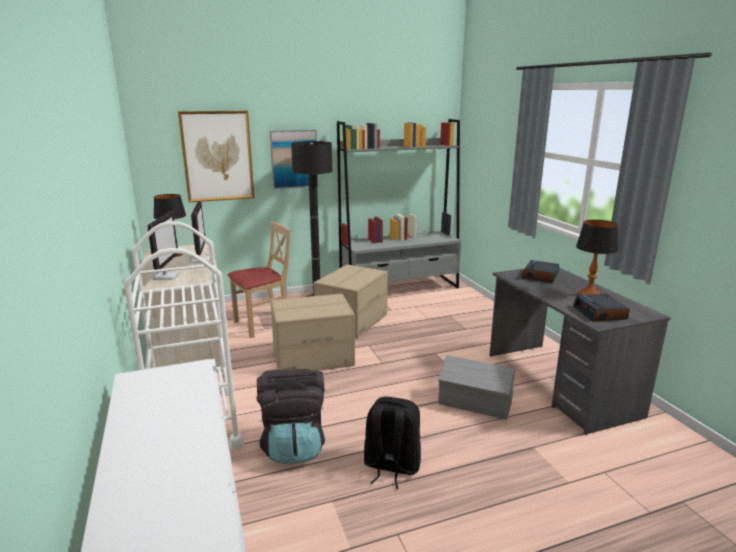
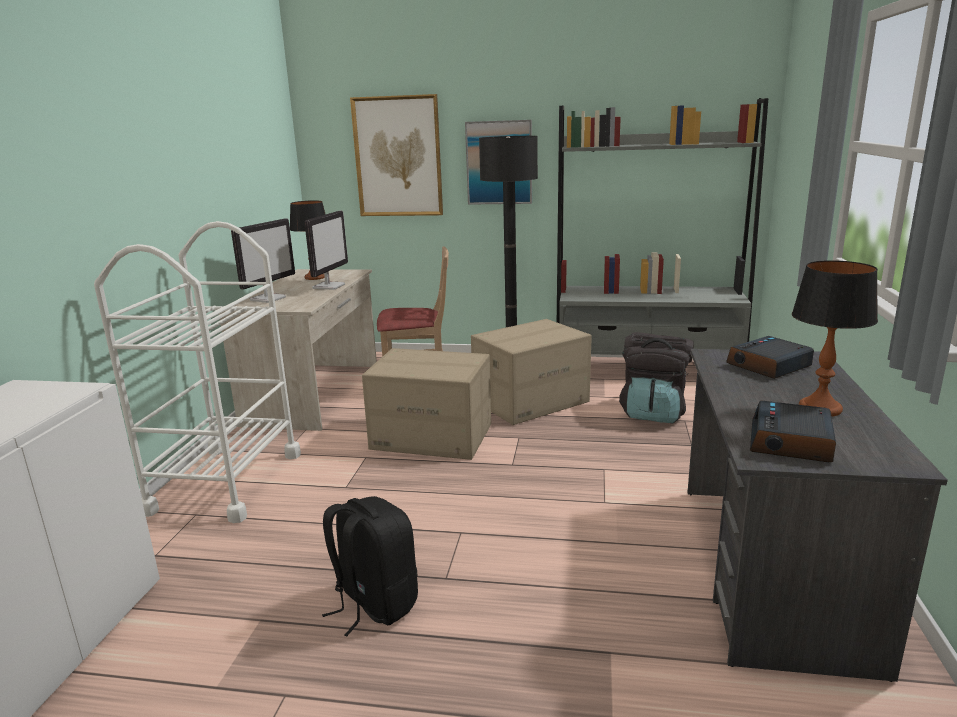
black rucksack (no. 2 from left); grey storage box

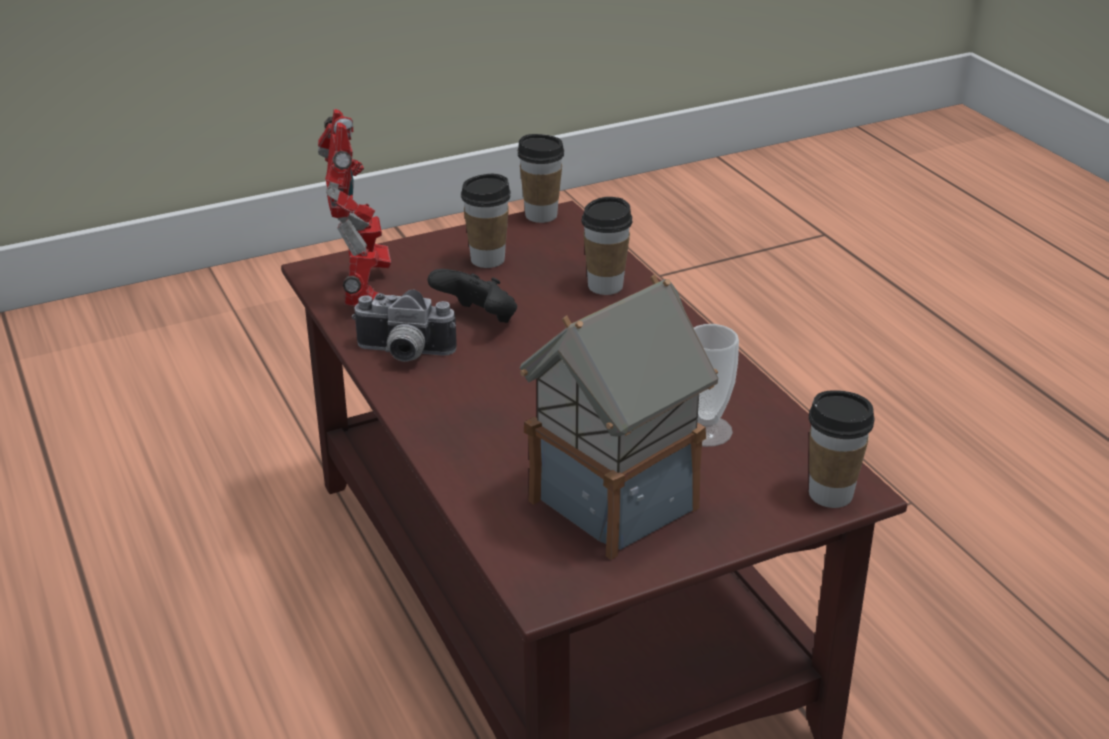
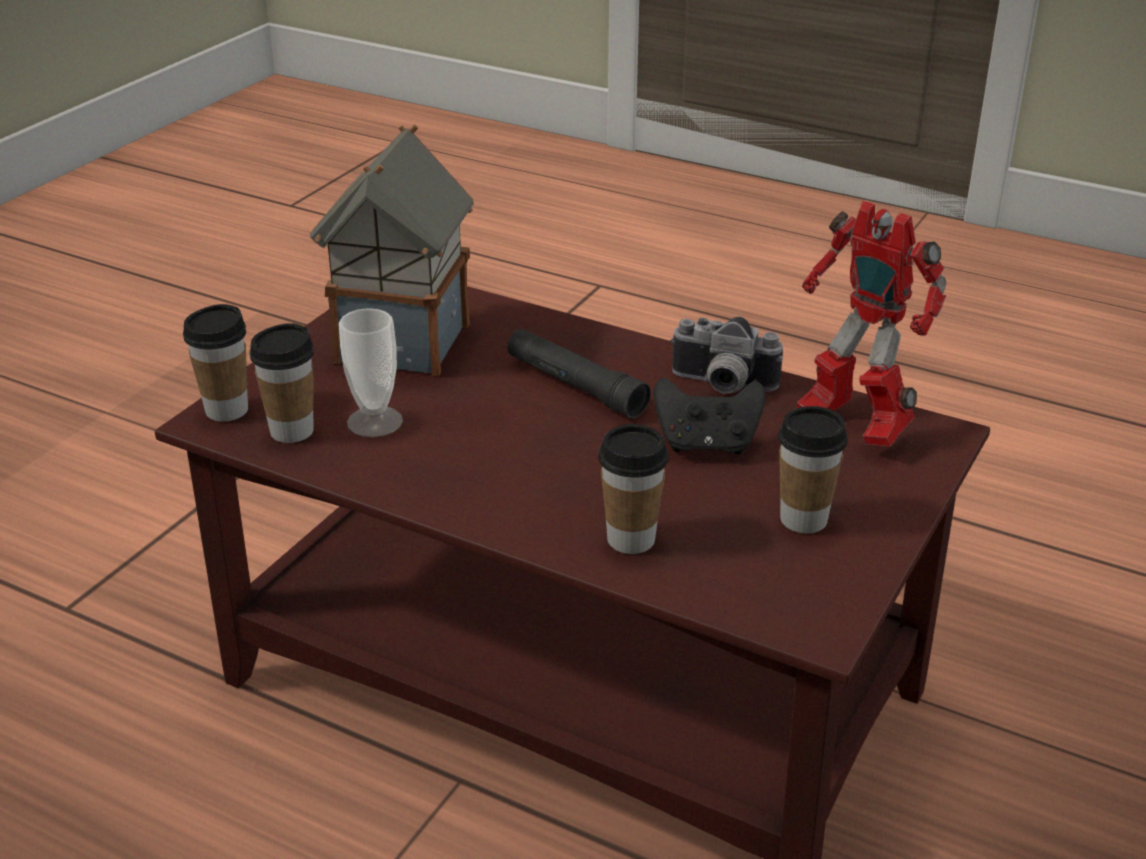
small cup (no. 2 from left); black torch; photo camera

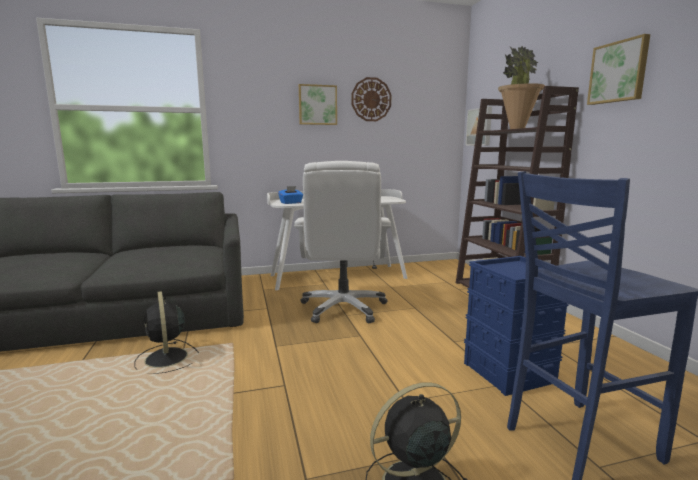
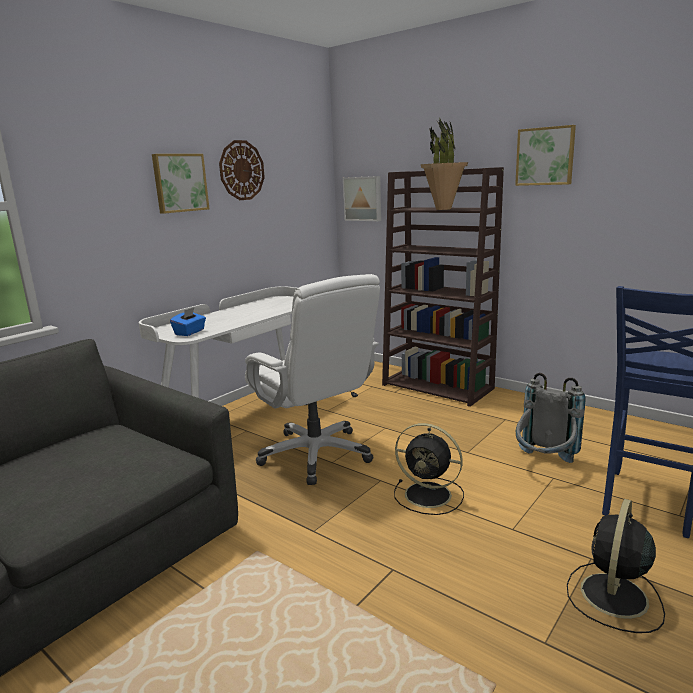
black electric fan (no. 1 from left); grey rucksack

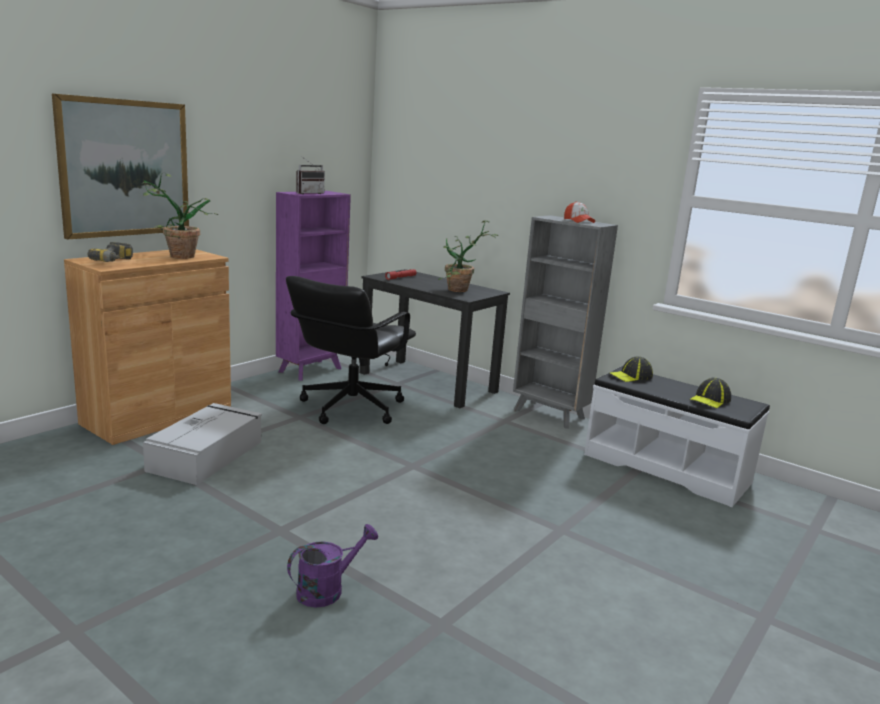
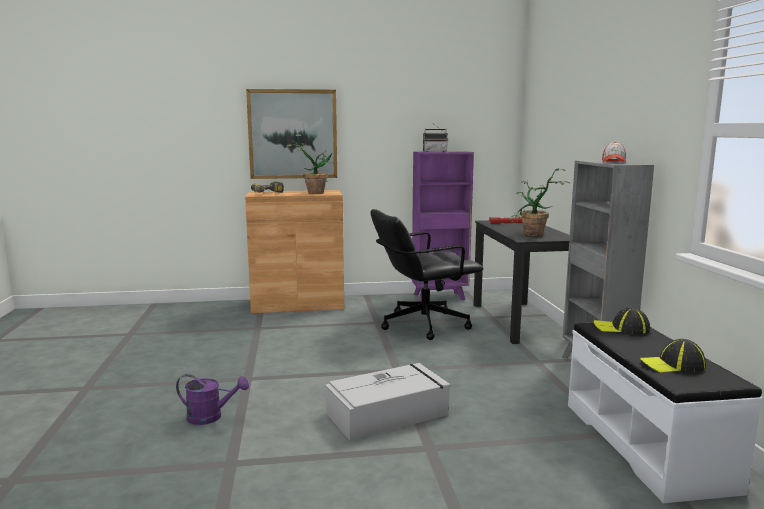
grey storage box

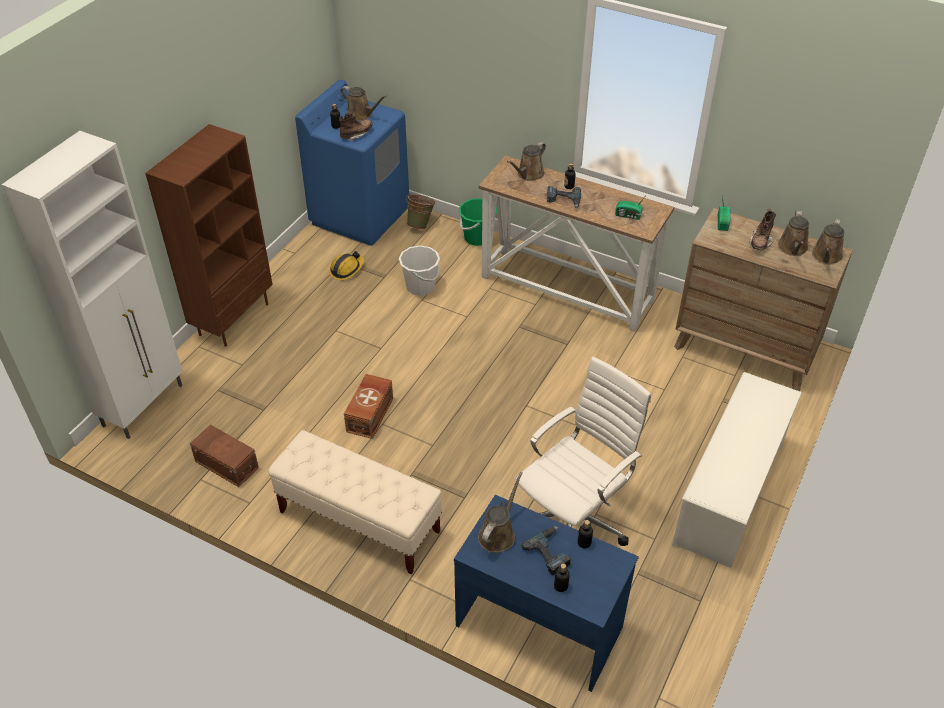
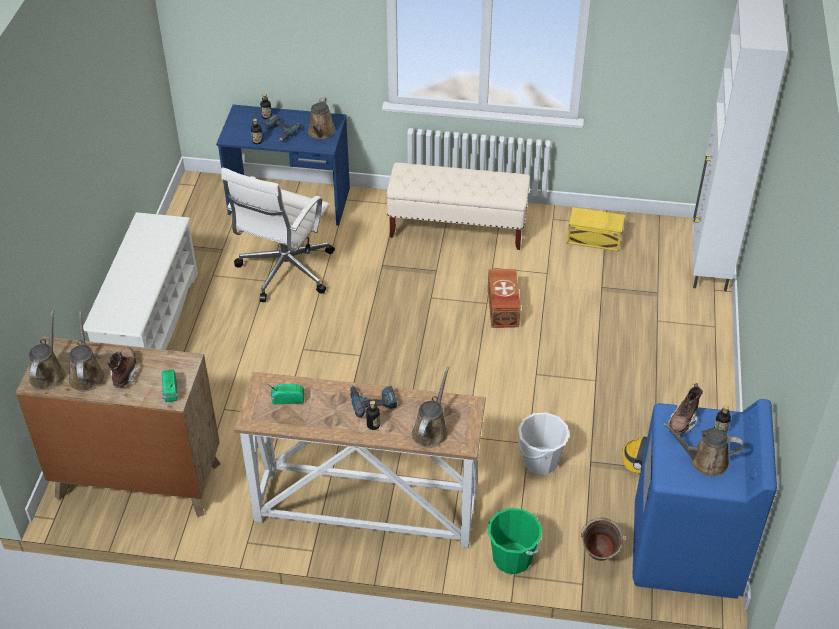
yellow storage box; brown shelving unit

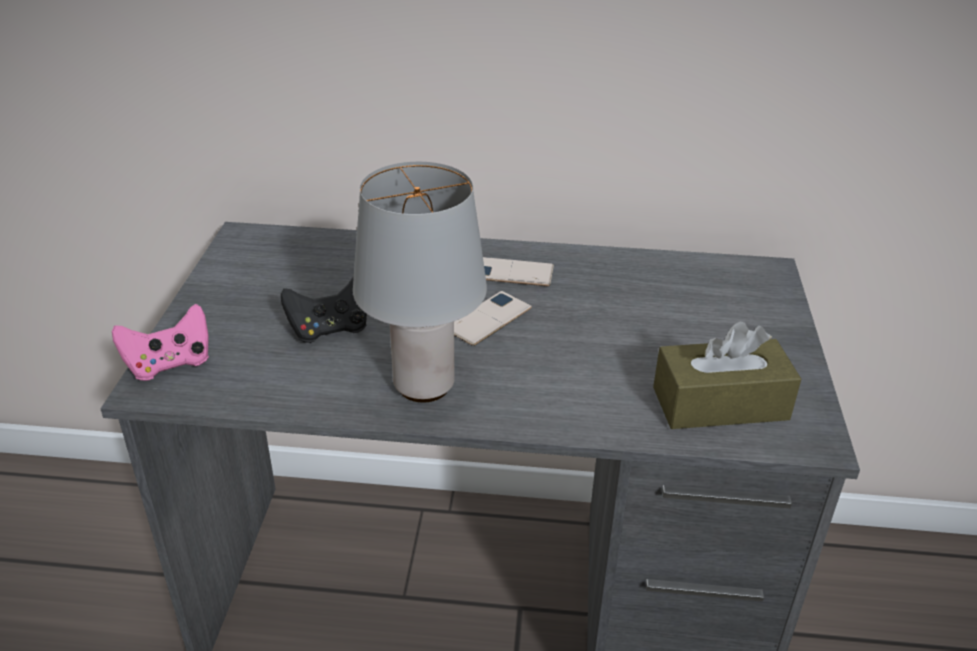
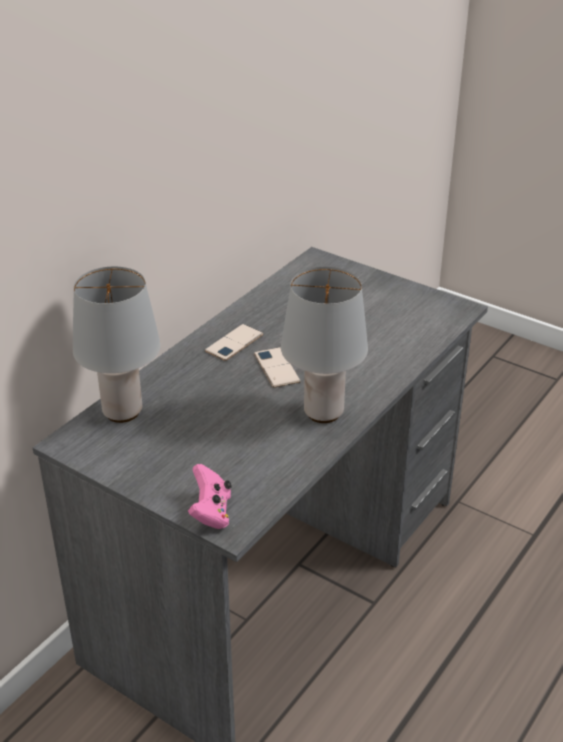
grey table lamp (no. 1 from left); black joypad; brown box of tissues

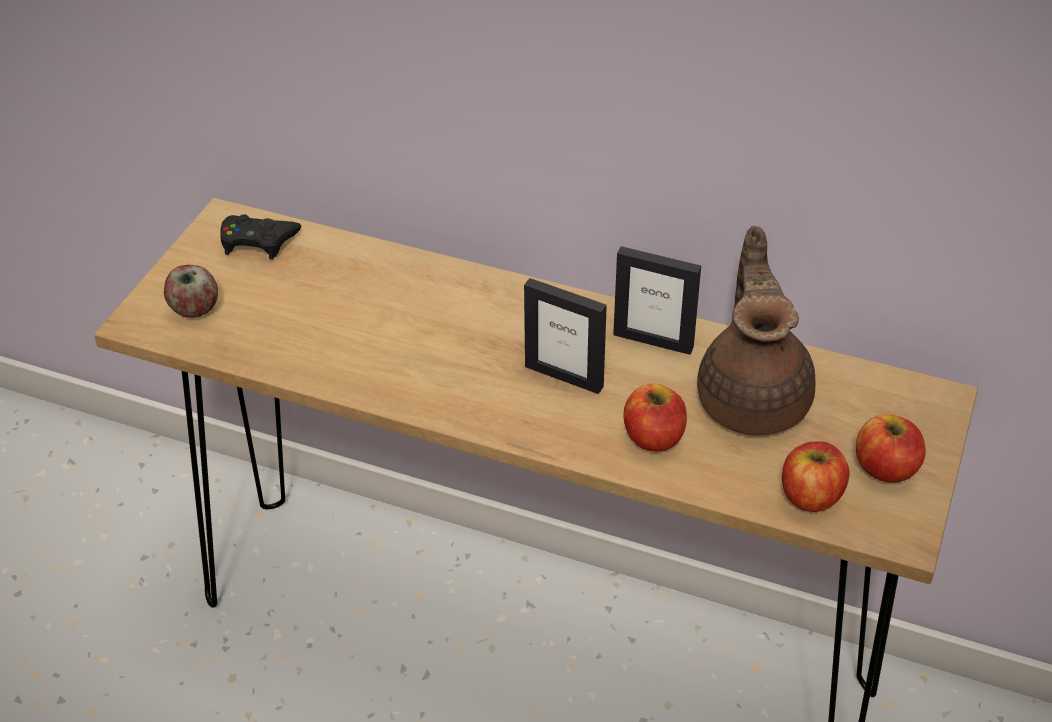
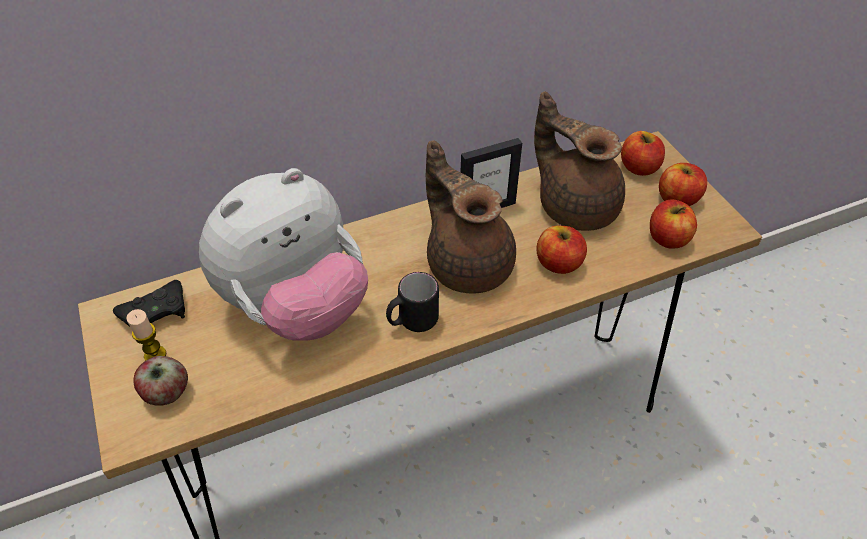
wax light; plush toy; black coffee mug; brown teapot (no. 1 from left); apple (no. 3 from left)

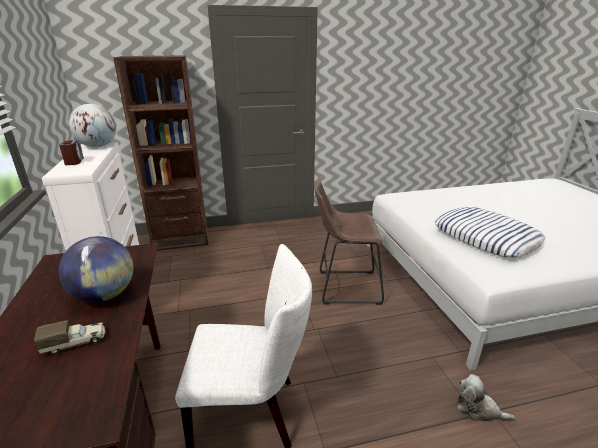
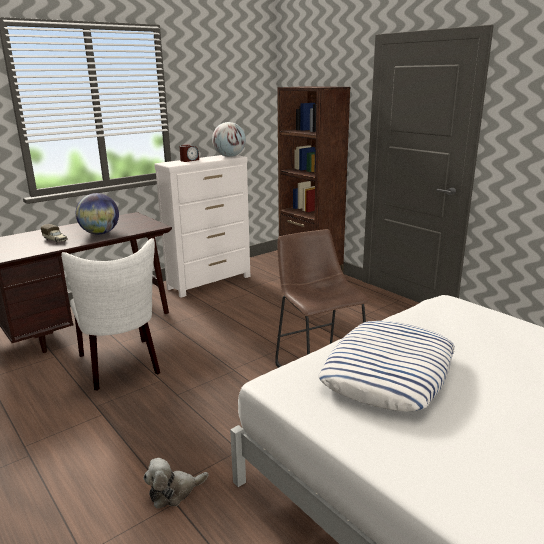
plush toy

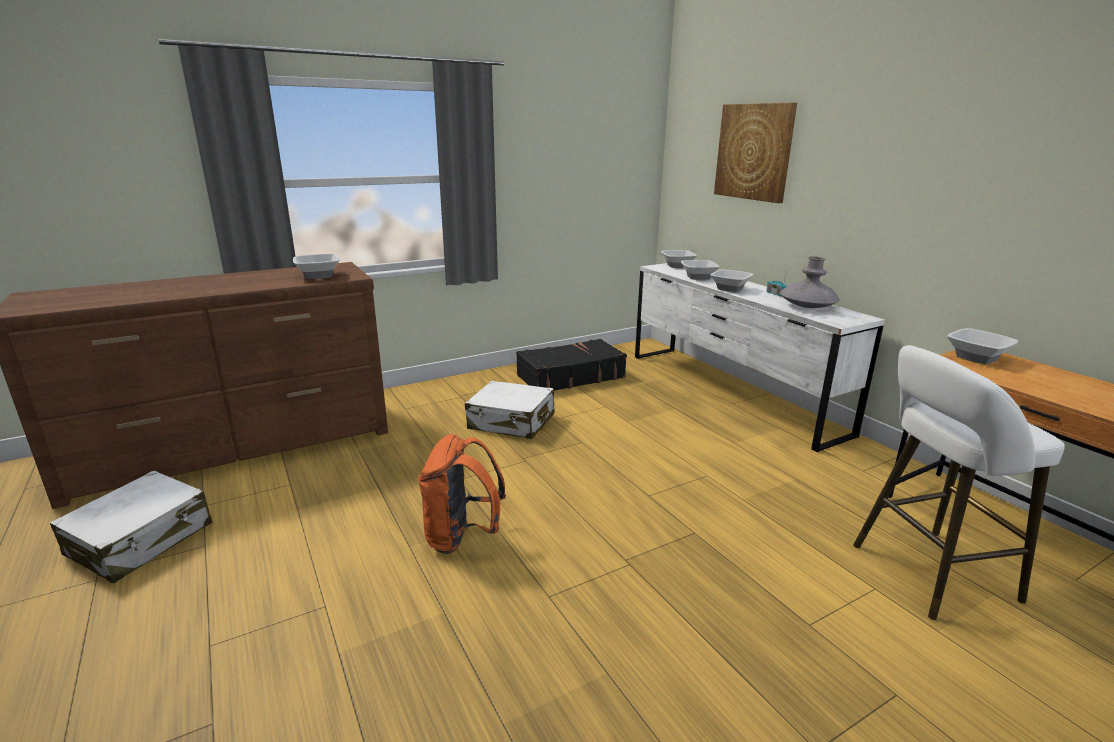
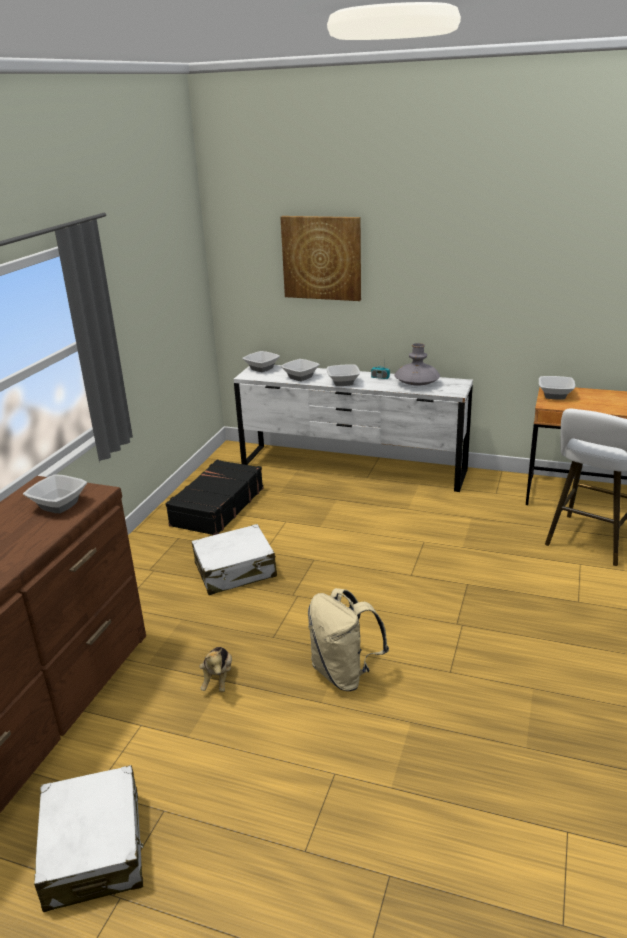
plush toy; sand-coloured rucksack

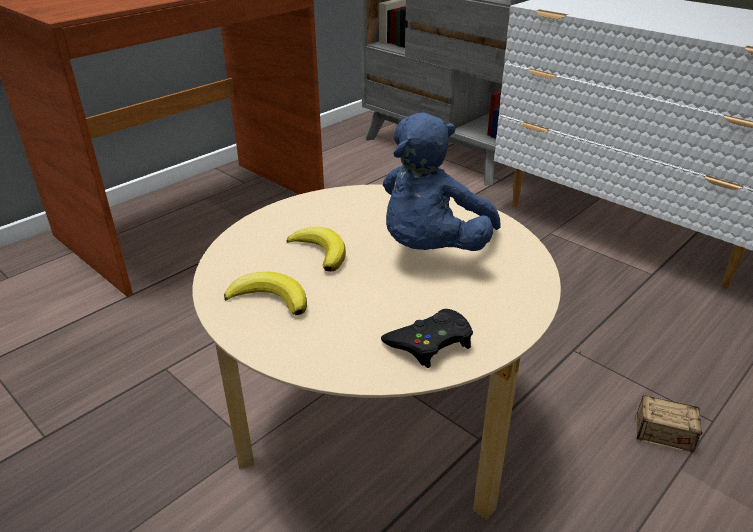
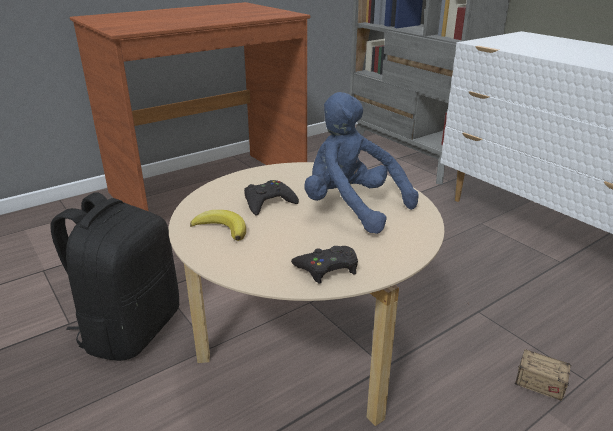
black rucksack; black joypad (no. 1 from left); blue plush toy

